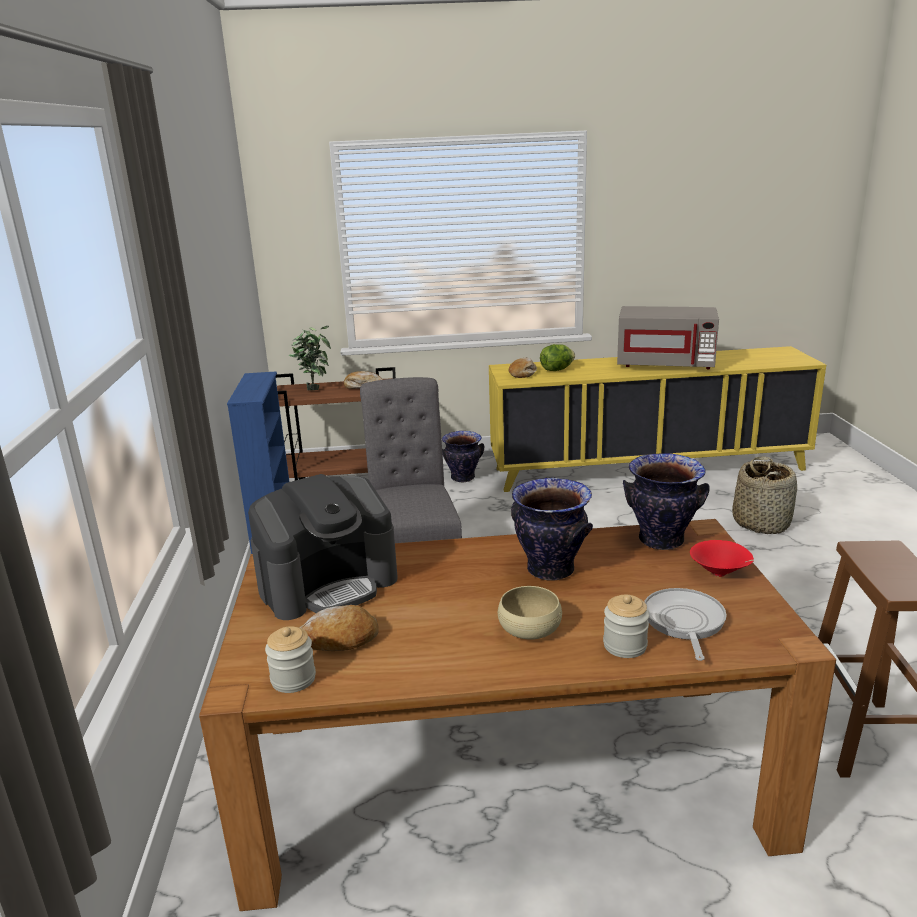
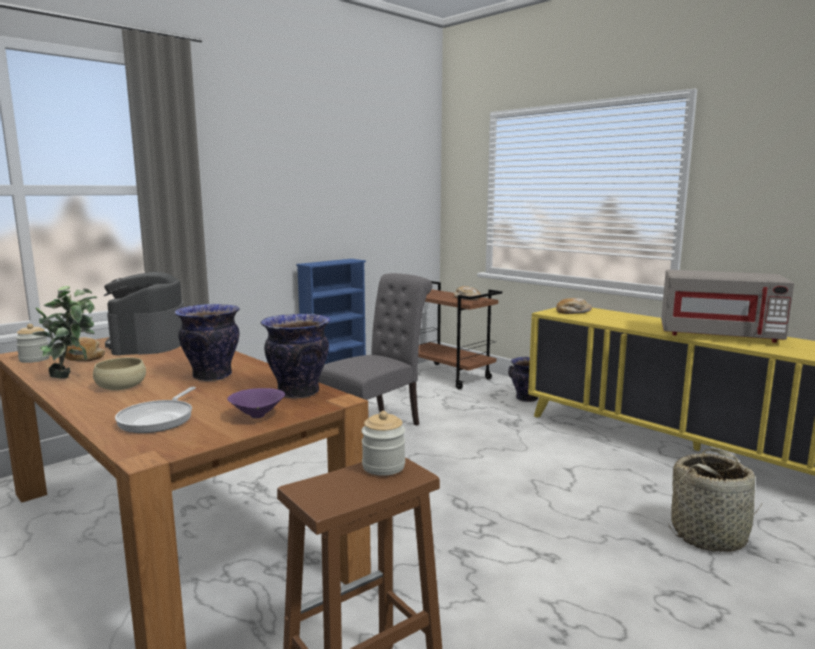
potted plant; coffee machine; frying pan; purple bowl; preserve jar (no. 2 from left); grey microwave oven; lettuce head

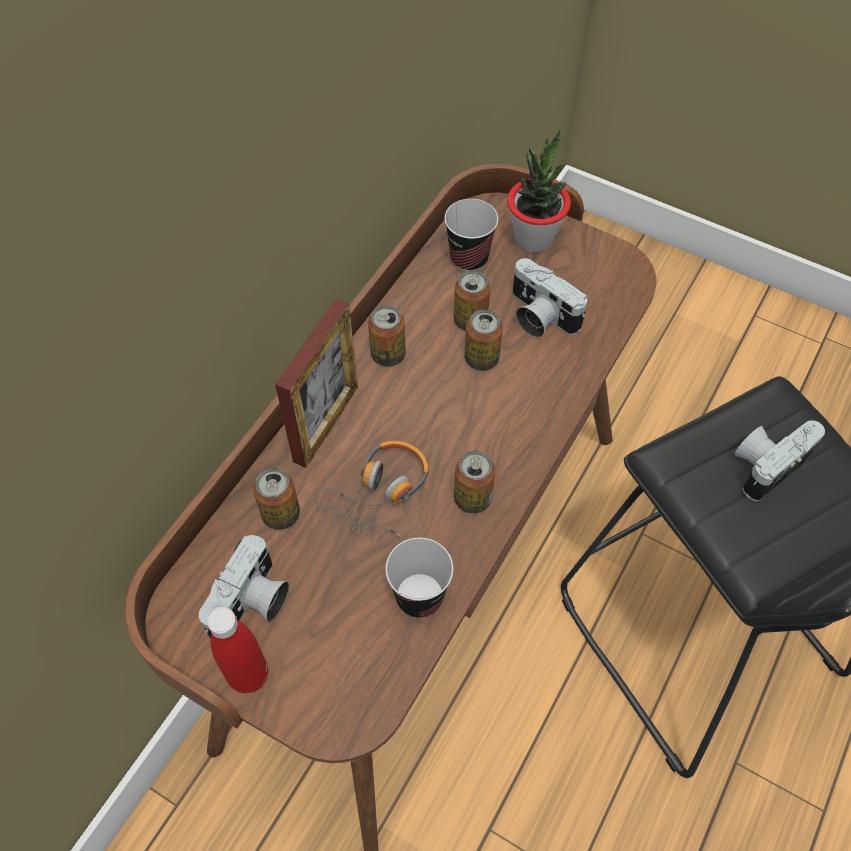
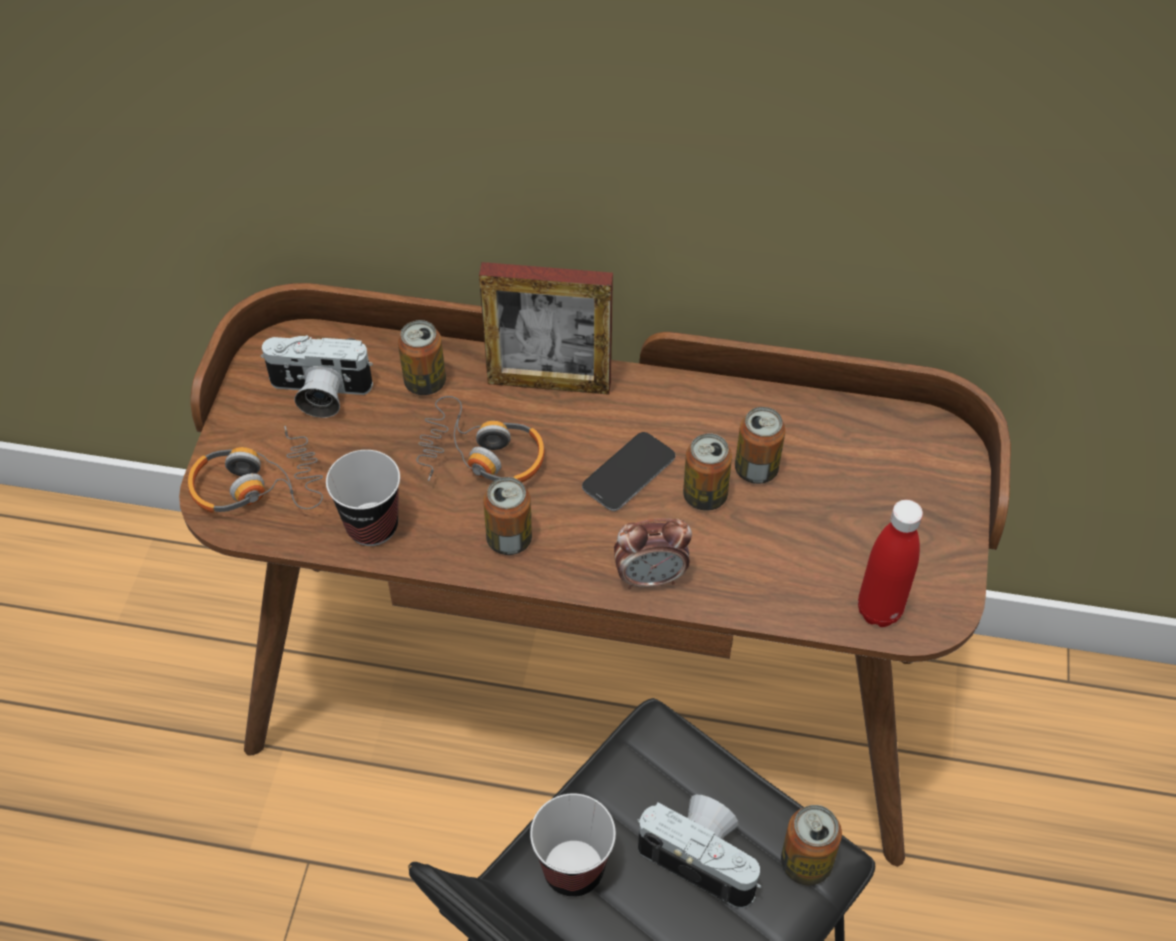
headphones (no. 1 from left); small cup (no. 2 from left); handset; table clock; sealed can (no. 5 from left); red-coloured drink bottle; potted plant; photo camera (no. 2 from left in the first image)

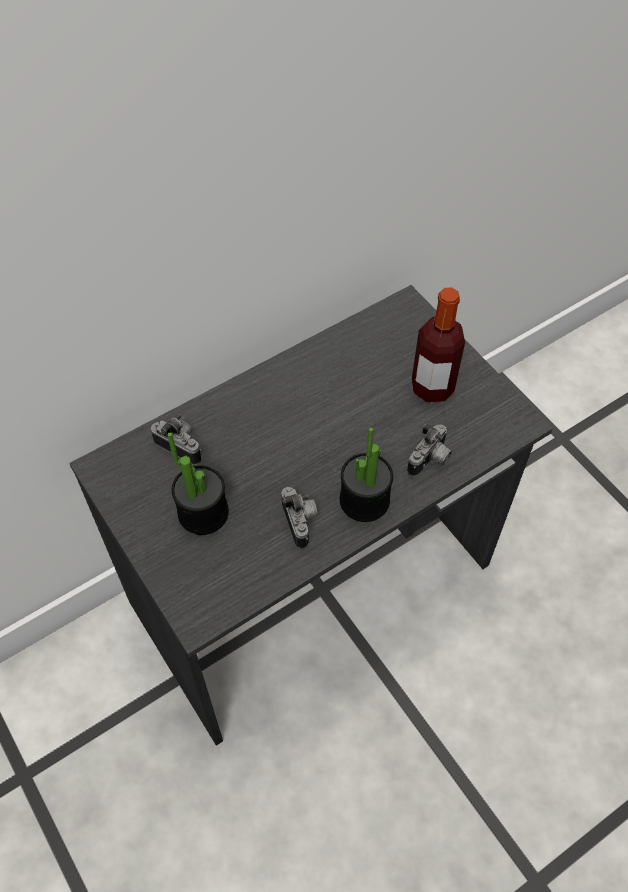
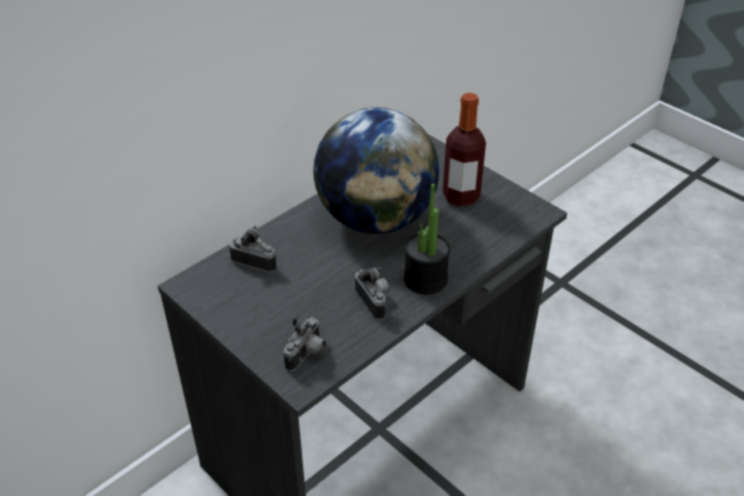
photo camera (no. 2 from left); desk globe; potted plant (no. 1 from left in the first image)

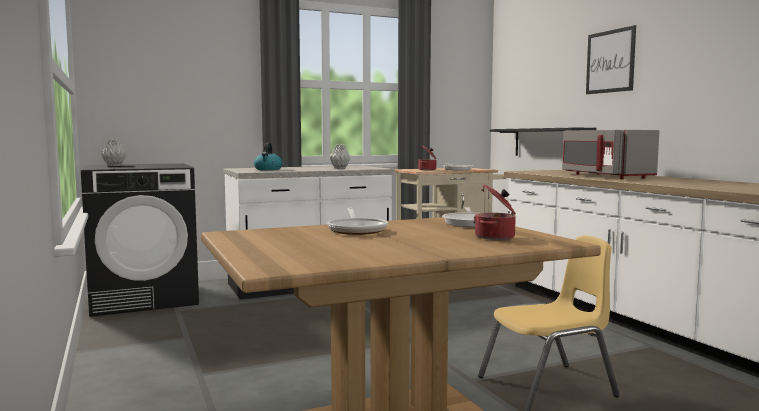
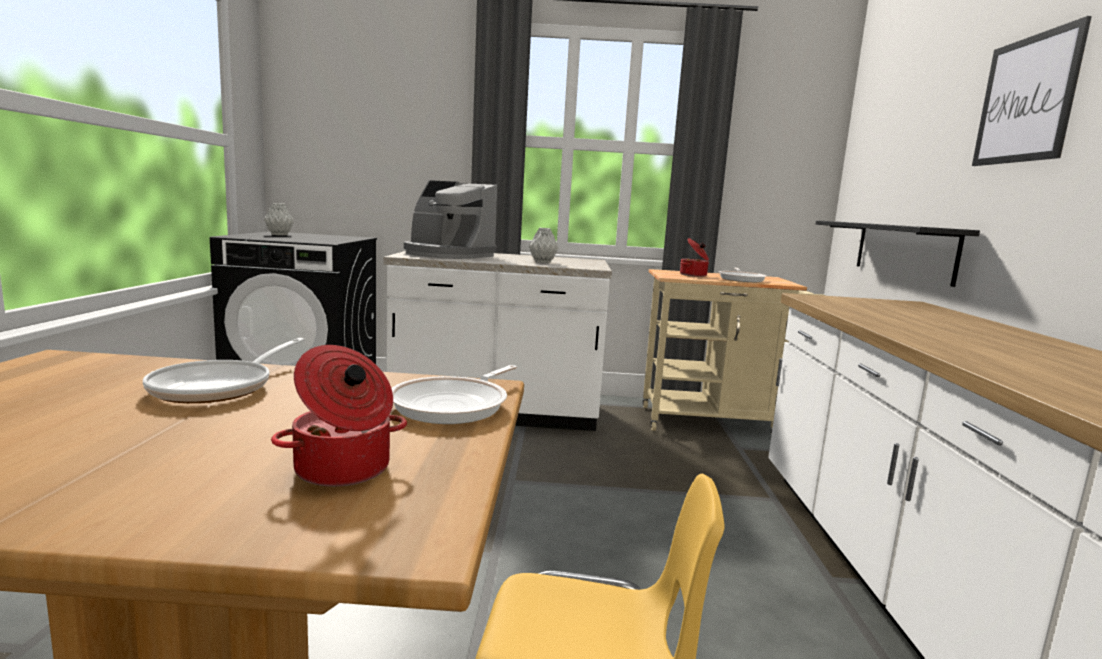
coffee machine; grey microwave oven

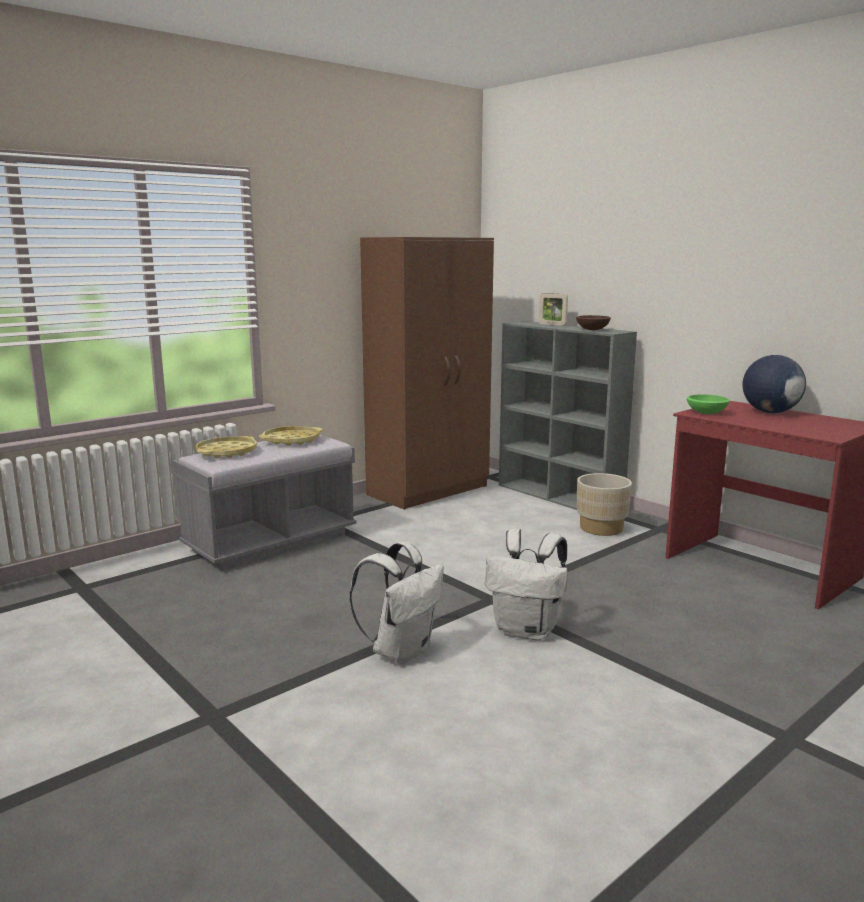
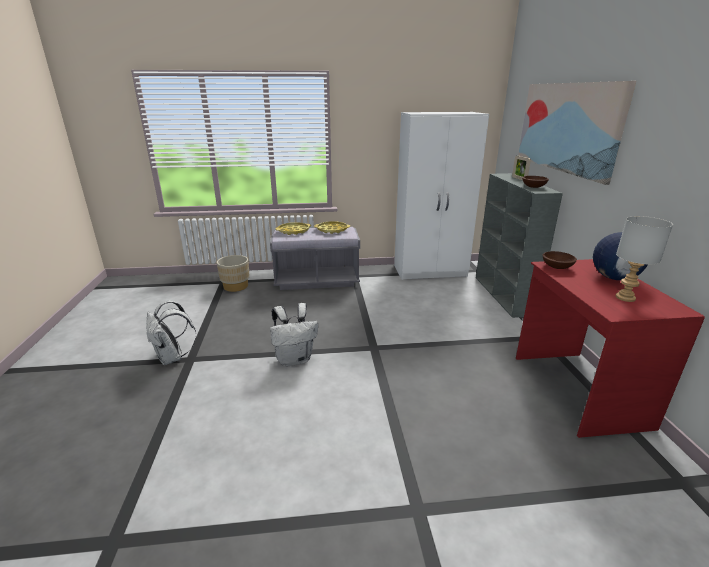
white-coloured rucksack (no. 1 from left); sand-coloured plant pot; white-coloured clothes cupboard; picture; brown bowl (no. 2 from left); grey table lamp

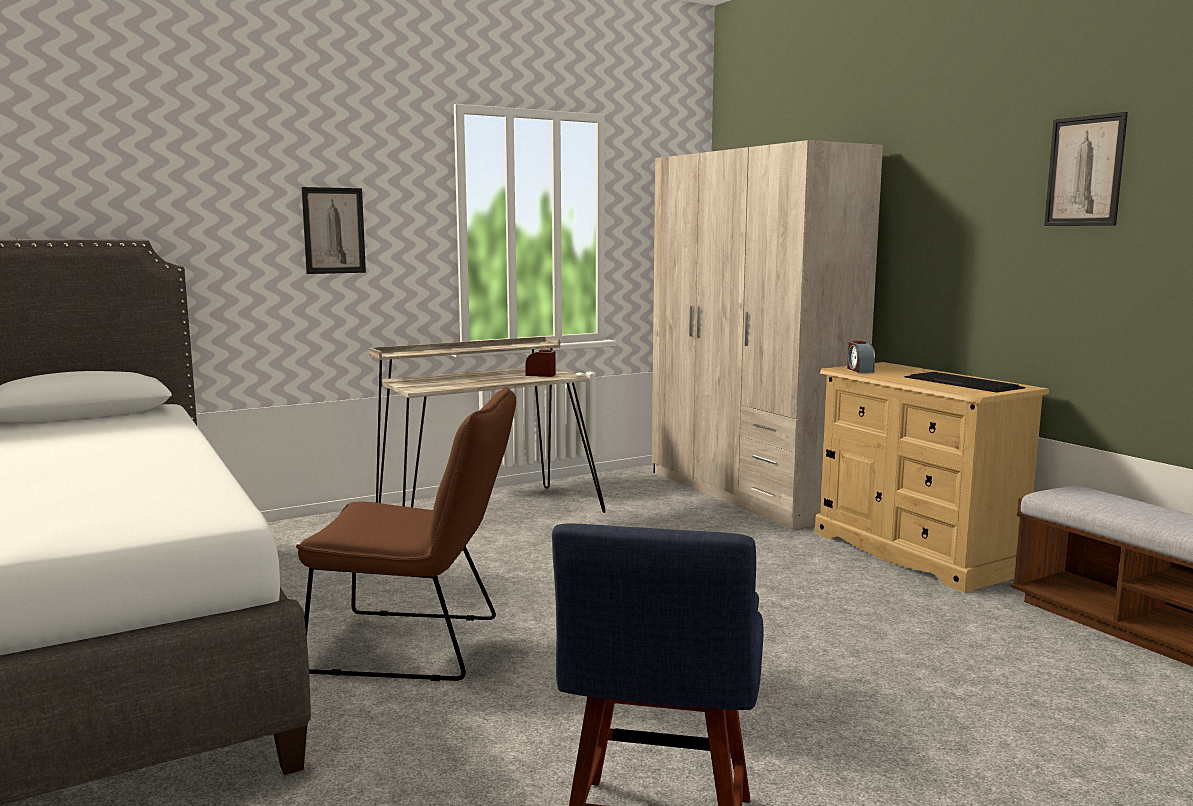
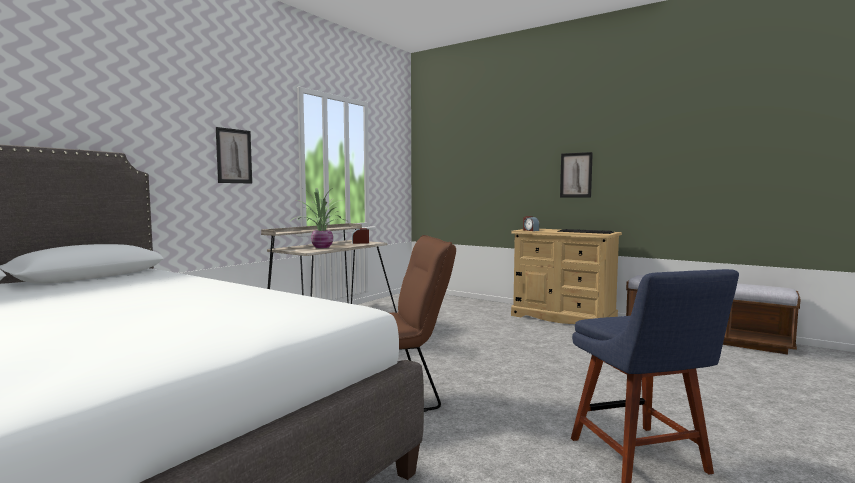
potted plant; picture (no. 2 from left); sand-coloured clothes cupboard

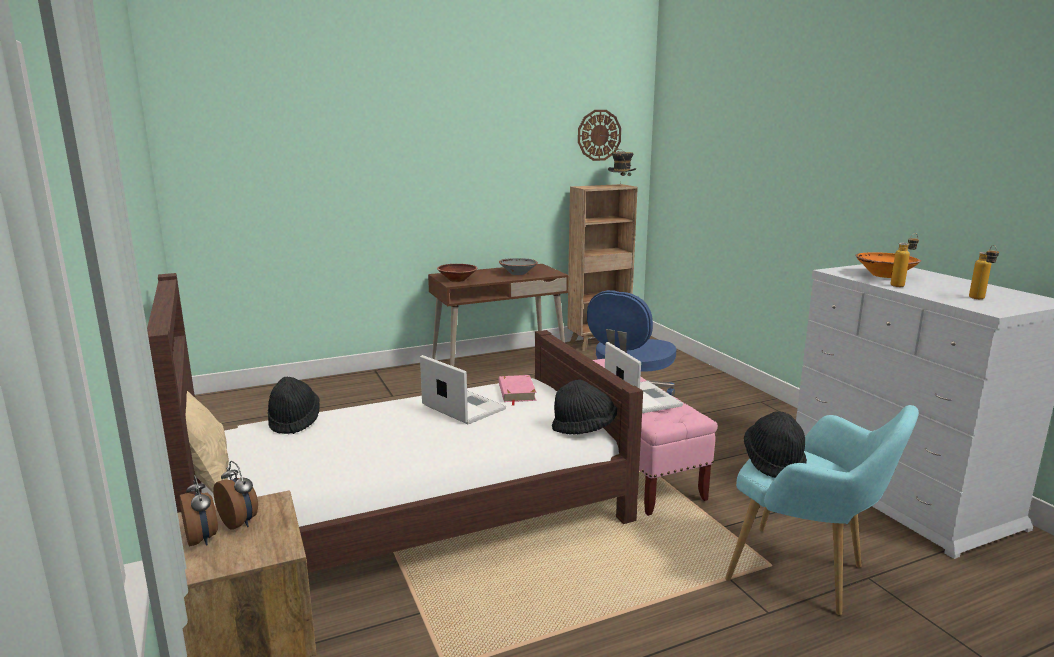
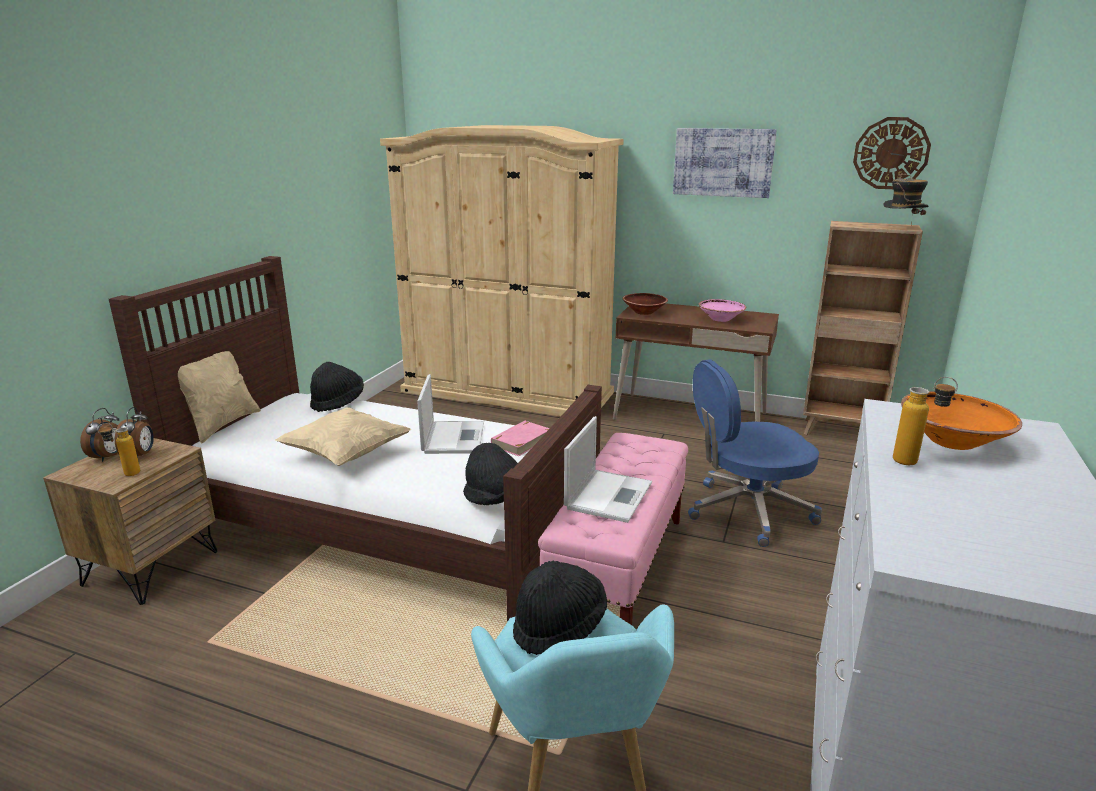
drink bottle (no. 1 from left); sand-coloured throw pillow (no. 2 from left); sand-coloured clothes cupboard; picture; pinkish bowl

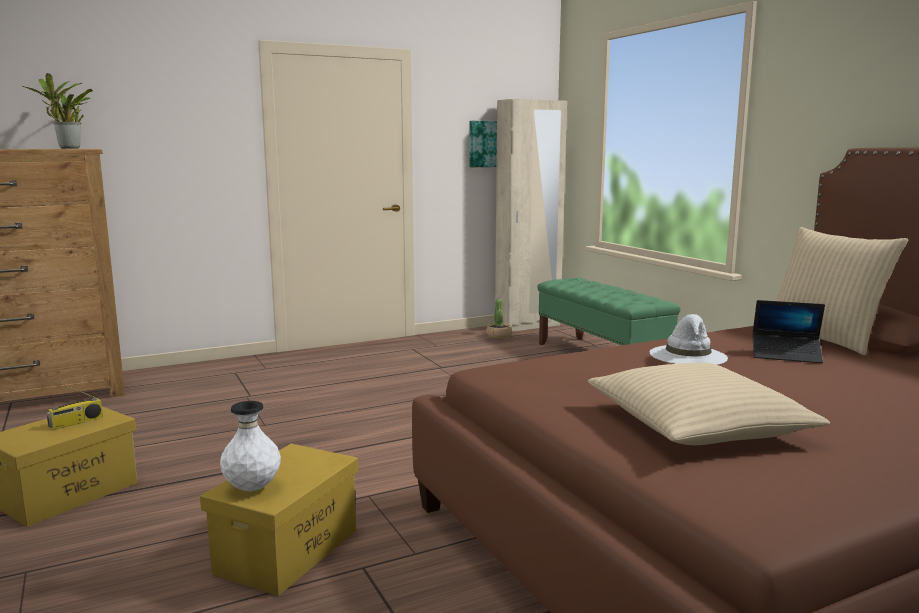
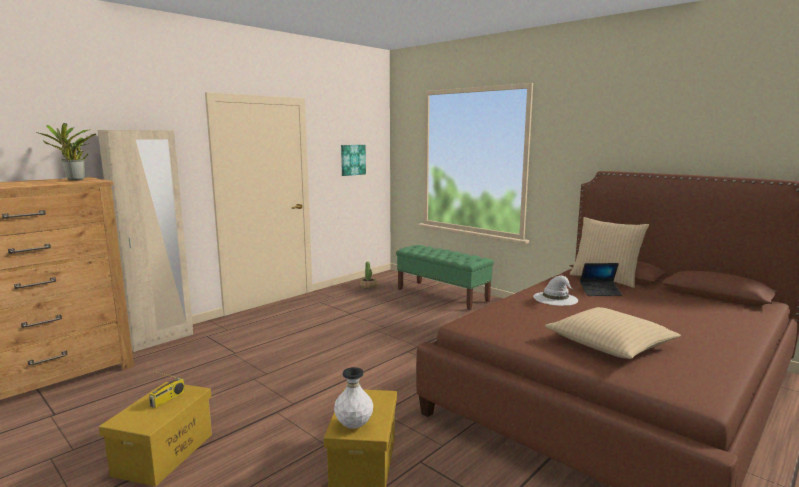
sand-coloured clothes cupboard

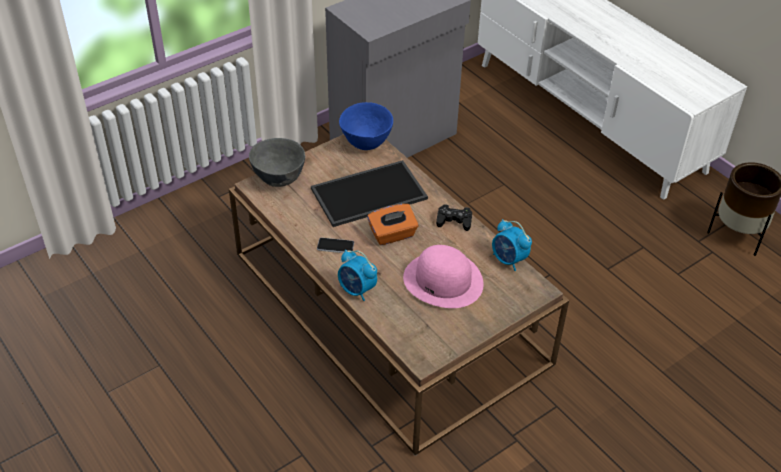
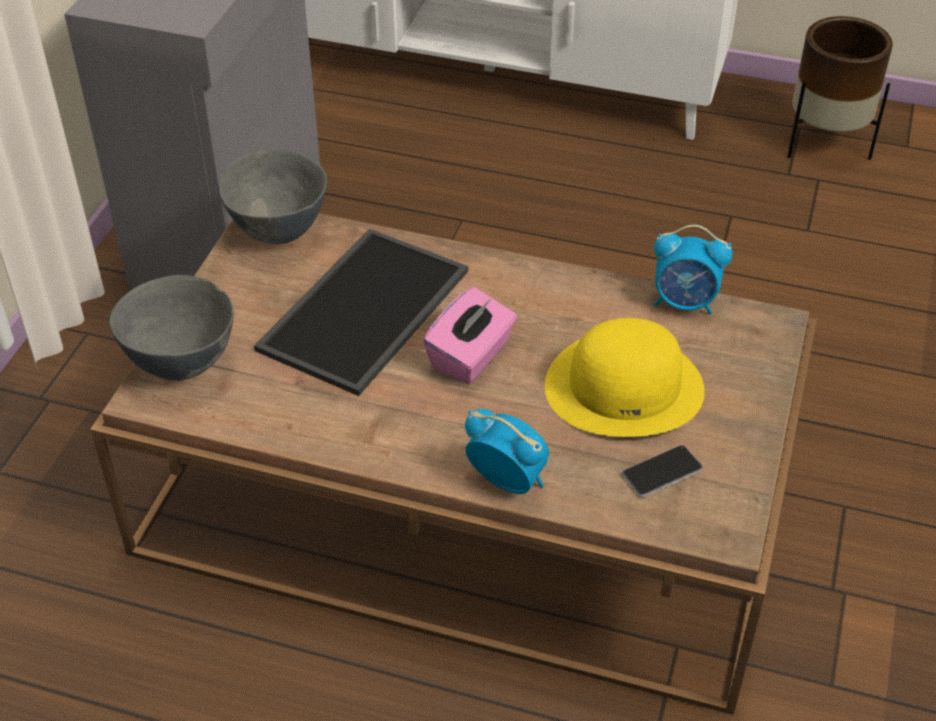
grey bowl (no. 2 from left); pinkish box of tissues; table clock (no. 1 from left); yellow hat; handset; black joypad

